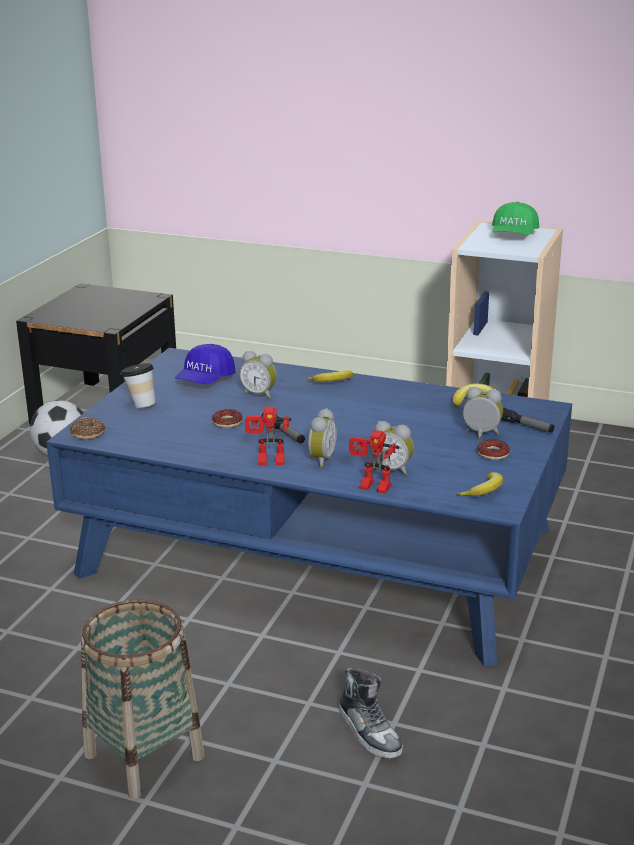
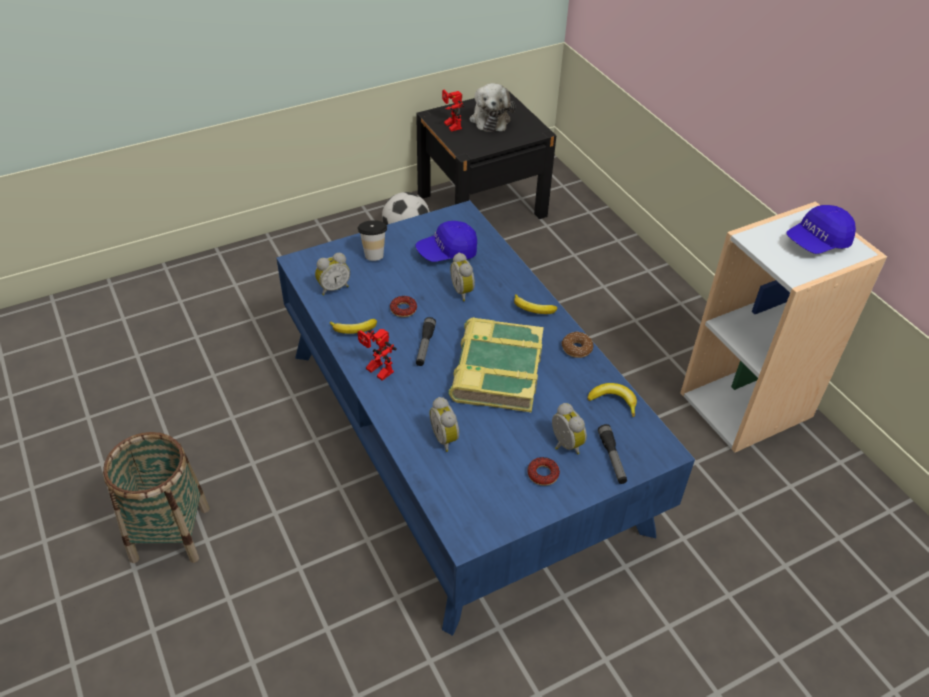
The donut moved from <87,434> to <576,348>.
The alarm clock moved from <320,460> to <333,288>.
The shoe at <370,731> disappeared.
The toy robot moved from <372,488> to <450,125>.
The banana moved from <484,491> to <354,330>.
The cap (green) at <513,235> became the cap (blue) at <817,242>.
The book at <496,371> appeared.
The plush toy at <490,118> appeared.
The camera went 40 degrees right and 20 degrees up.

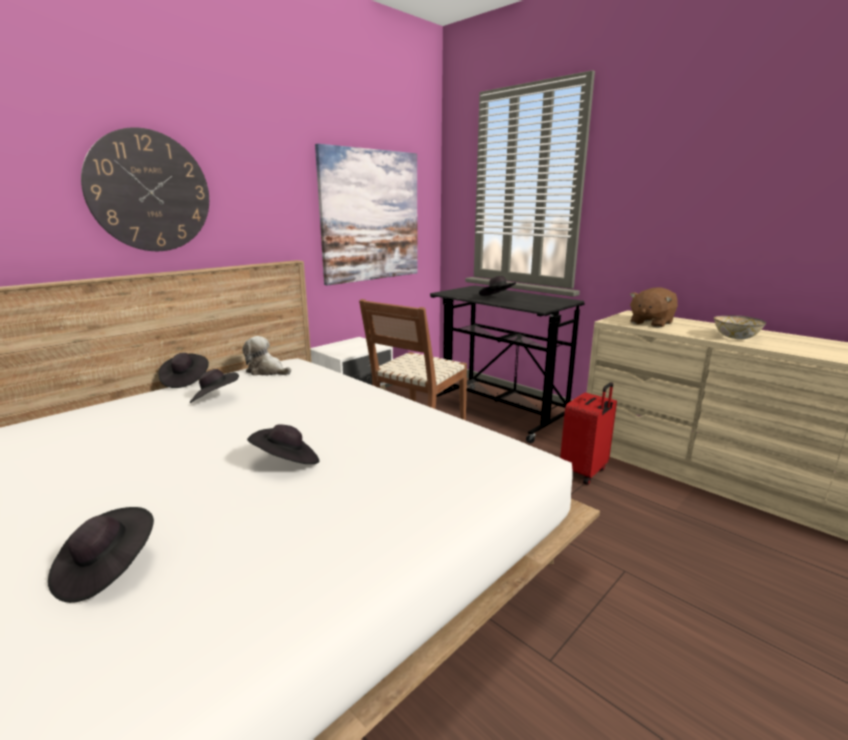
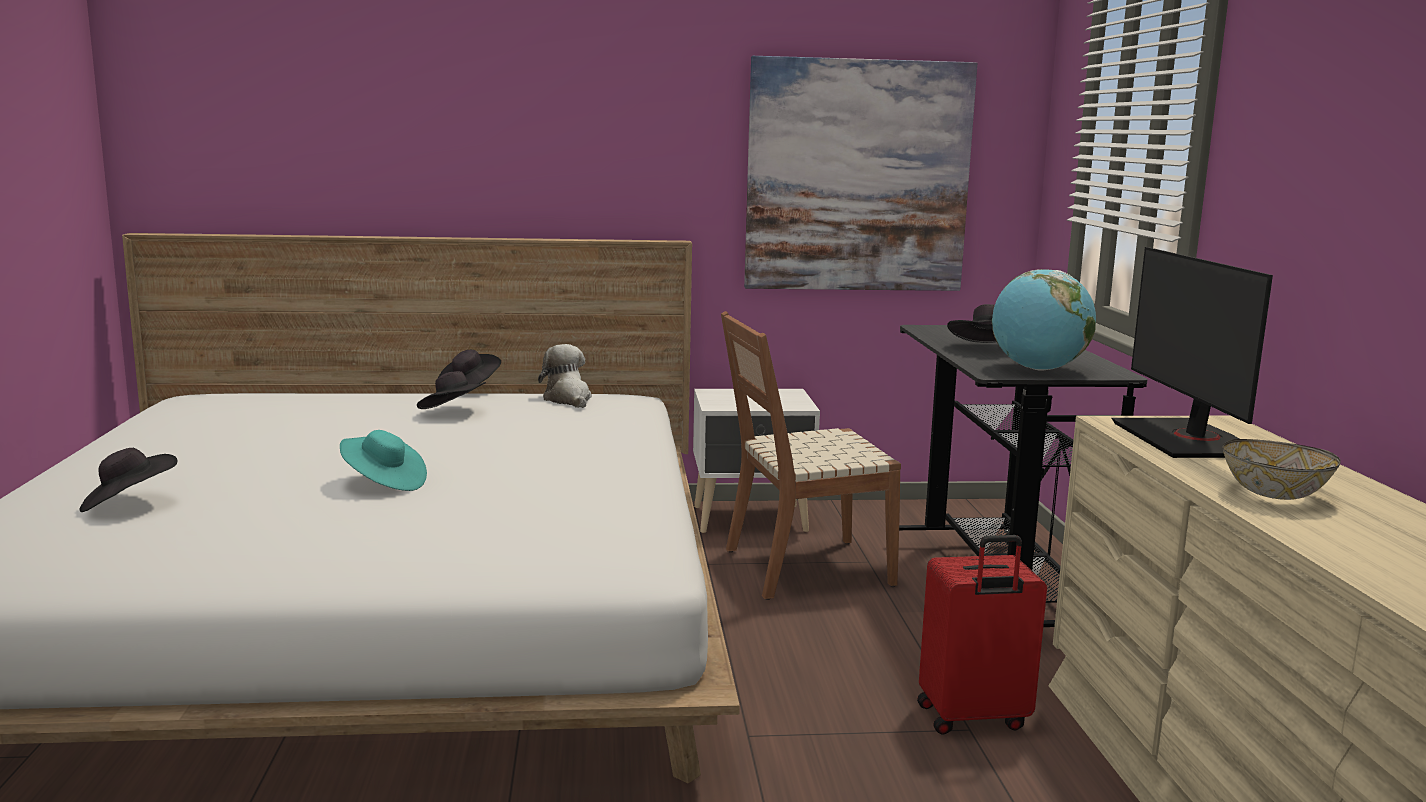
The wall clock at <149,191> disappeared.
The hat (black) at <287,463> became the hat (turquoise) at <384,483>.
The plush toy (brown) at <650,323> was replaced by the monitor at <1185,439>.
The globe at <1038,369> appeared.
The camera went 40 degrees right and 5 degrees down.

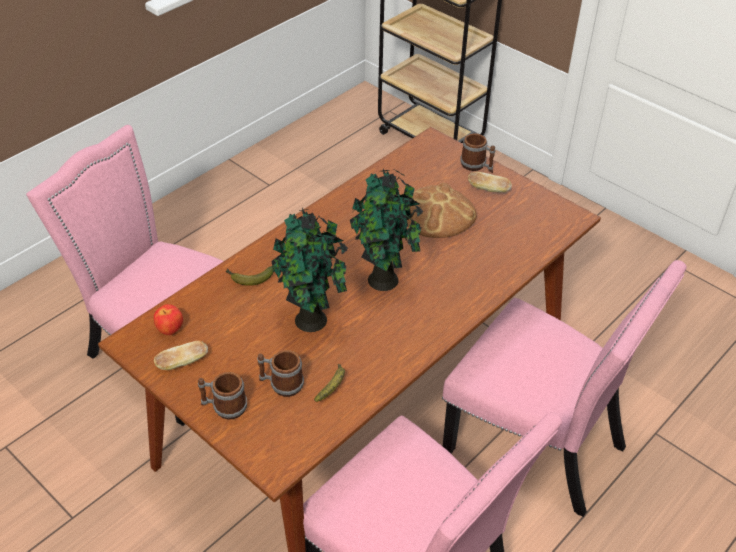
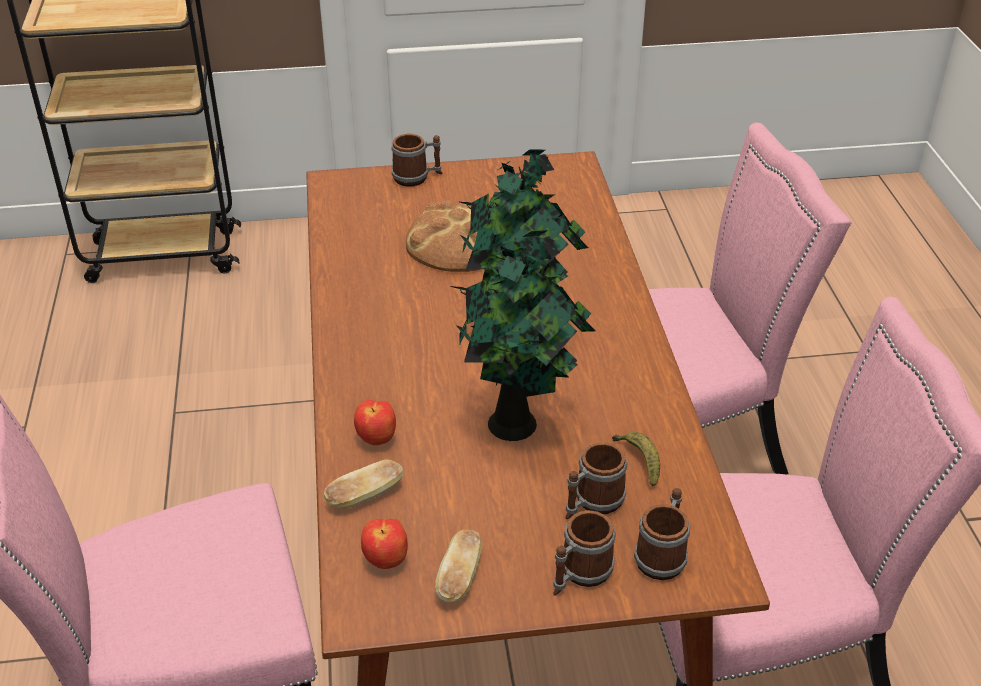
The banana at <249,278> was replaced by the apple at <377,439>.
The bread moved from <488,189> to <365,496>.
The mug at <662,554> appeared.
The camera went 50 degrees left and 5 degrees down.

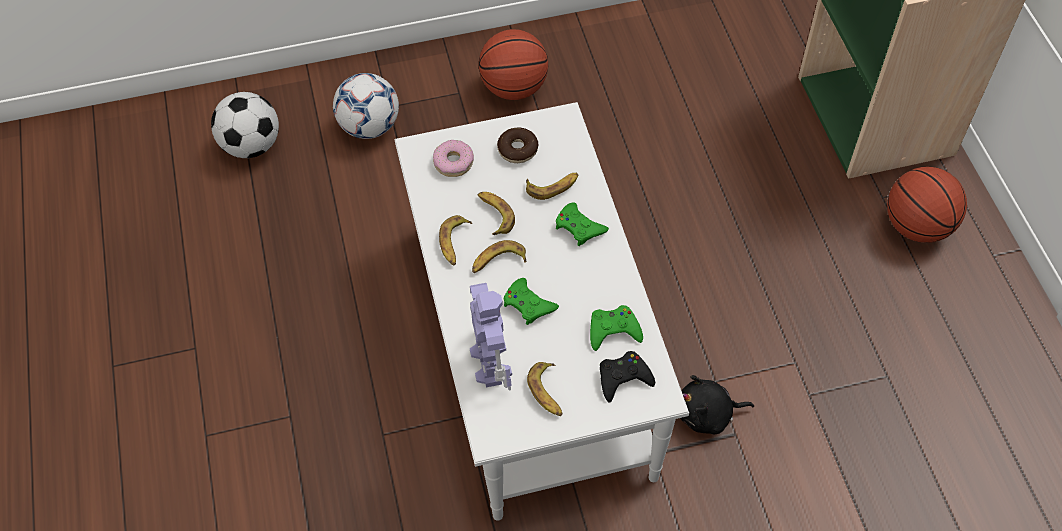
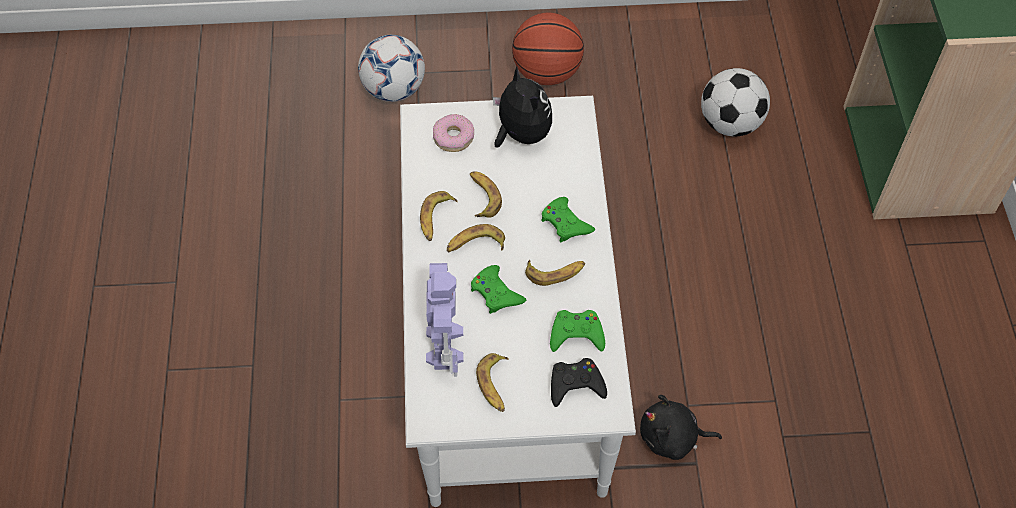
The football moved from <251,145> to <730,124>.
The donut at <518,149> was replaced by the plush toy at <521,134>.
The banana moved from <553,187> to <555,273>.
The basketball at <916,226> disappeared.
The camera went 10 degrees right and 0 degrees up.

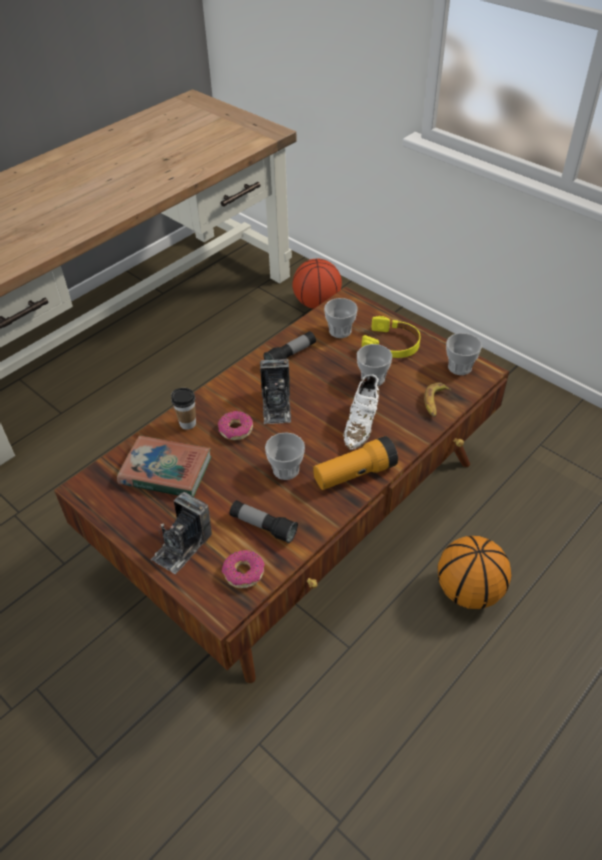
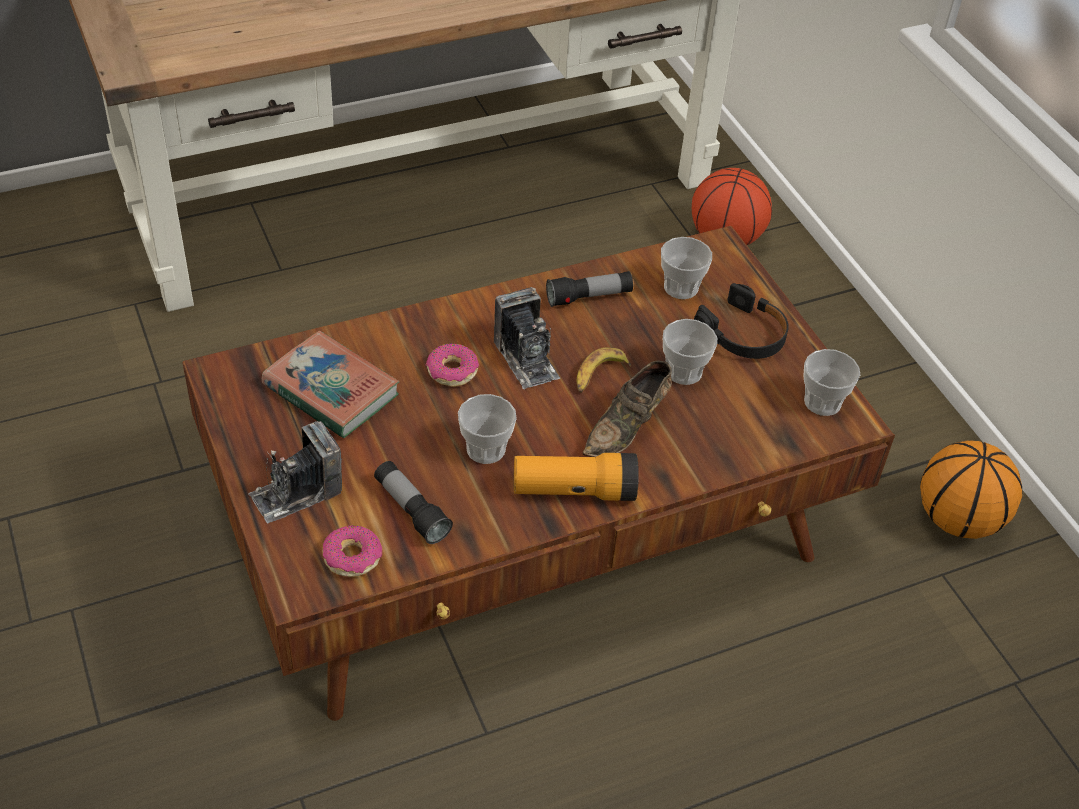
The cup at <187,423> disappeared.
The photo camera at <276,405> turned 45 degrees counterclockwise.
The shoe (white) at <362,424> became the shoe (brown) at <628,428>.
The headphones (yellow) at <392,345> became the headphones (black) at <743,334>.
The banana moved from <435,403> to <598,375>.
The basketball moved from <469,591> to <958,520>.
The camera went 20 degrees right and 0 degrees up.

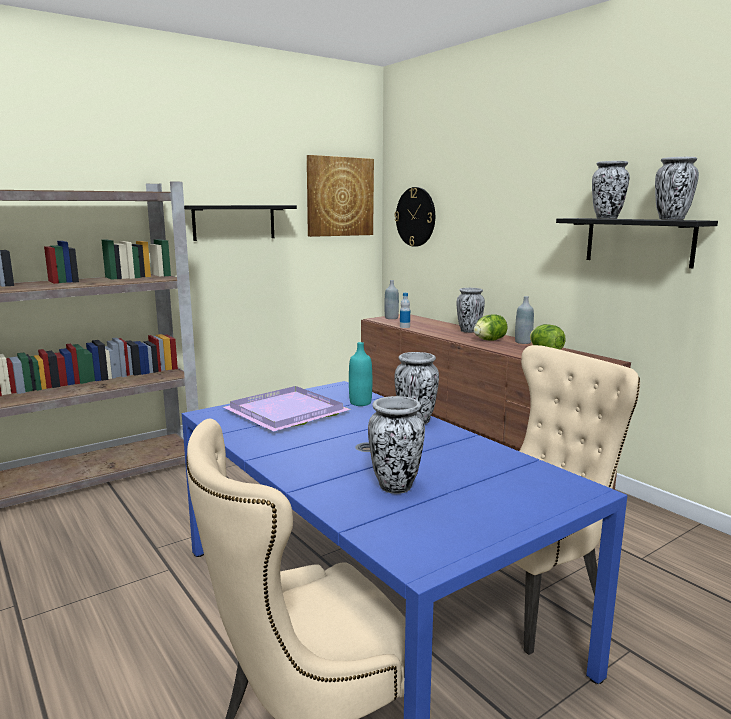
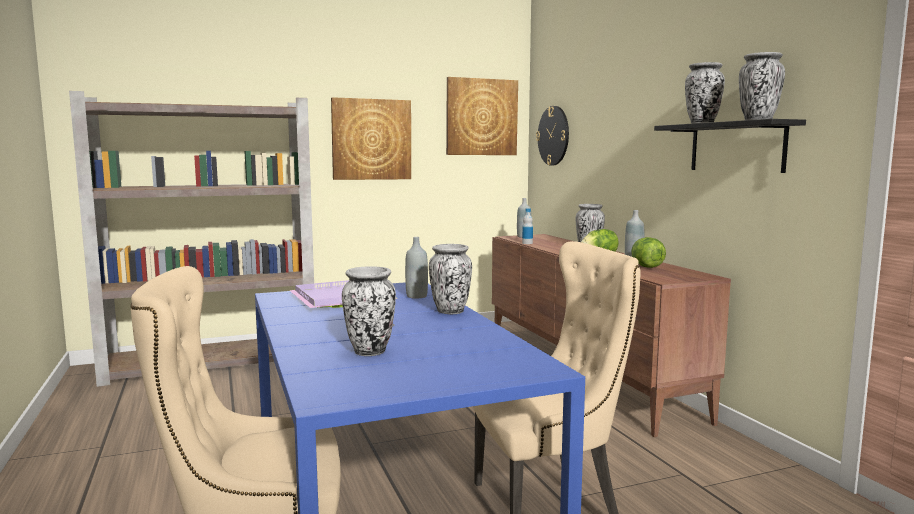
The shelf (black) at <234,222> was replaced by the picture at <371,139>.
The bottle (turquoise) at <360,403> became the bottle (grey) at <416,296>.
The camera went 15 degrees right and 5 degrees down.

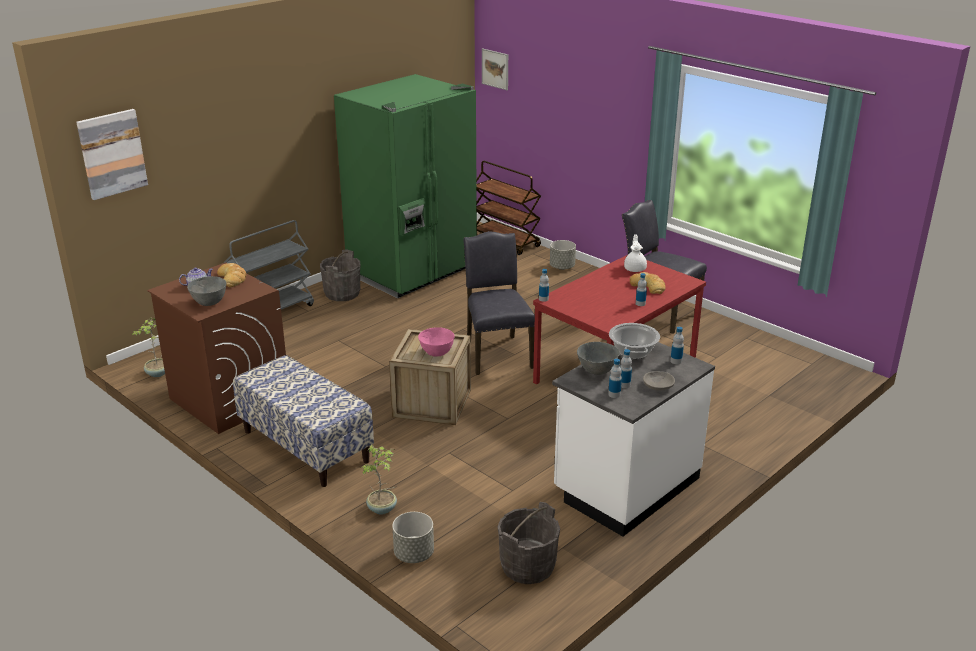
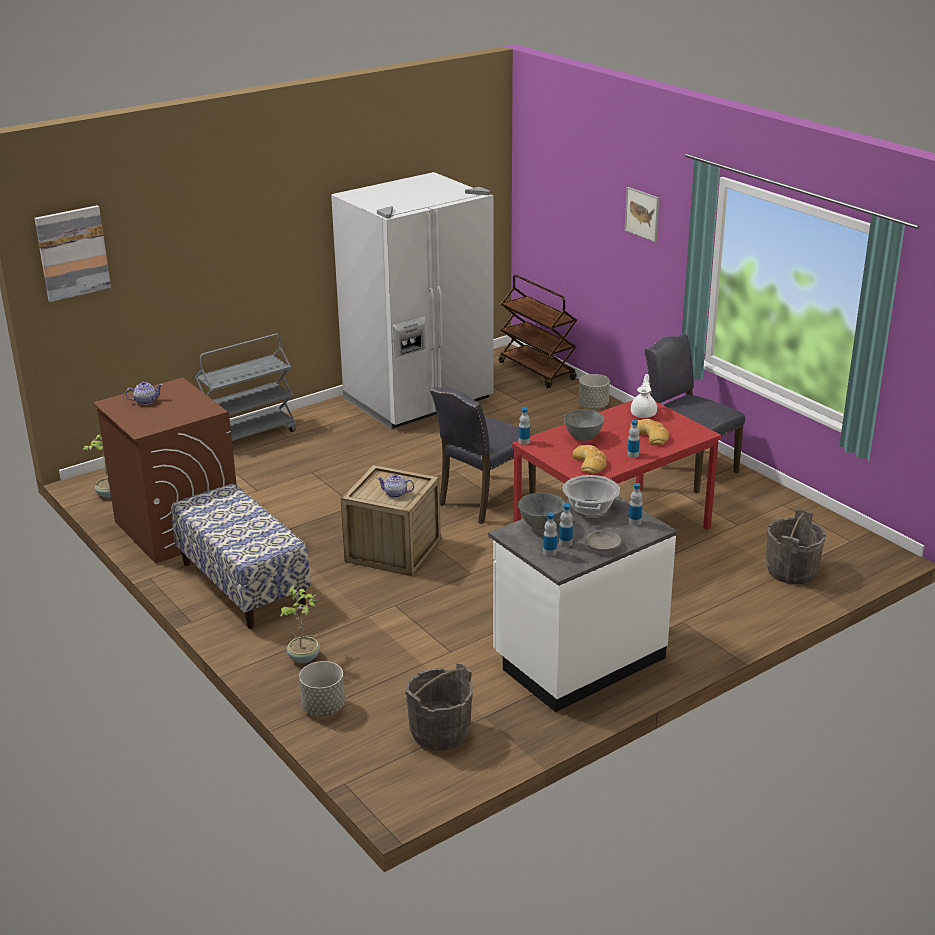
The bowl (grey) moved from <209,303> to <583,437>.
The bread moved from <232,278> to <590,463>.
The bucket (grey) moved from <342,293> to <791,571>.
The fridge (green) at <413,270> became the fridge (white) at <419,399>.
The bowl (pink) at <437,353> was replaced by the teapot at <396,494>.
The chair (grey) at <497,353> turned 135 degrees counterclockwise.
The picture moved from <495,69> to <642,214>.
The camera went 10 degrees right and 0 degrees up.

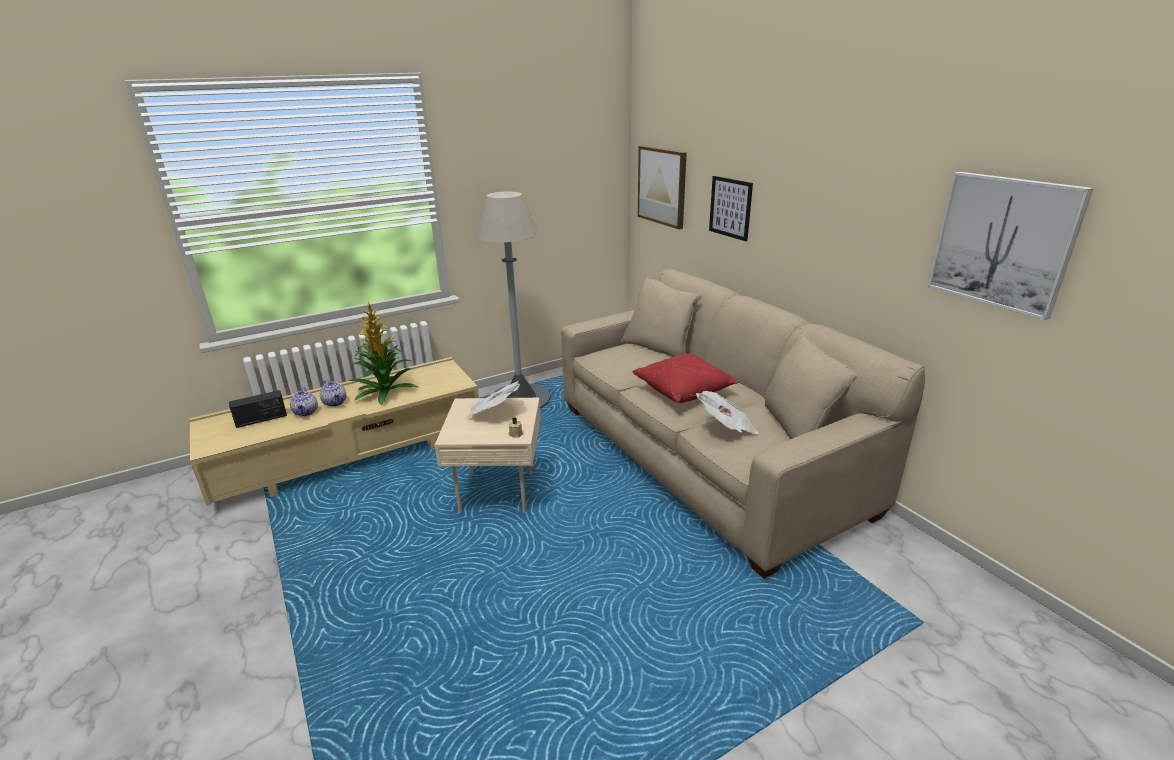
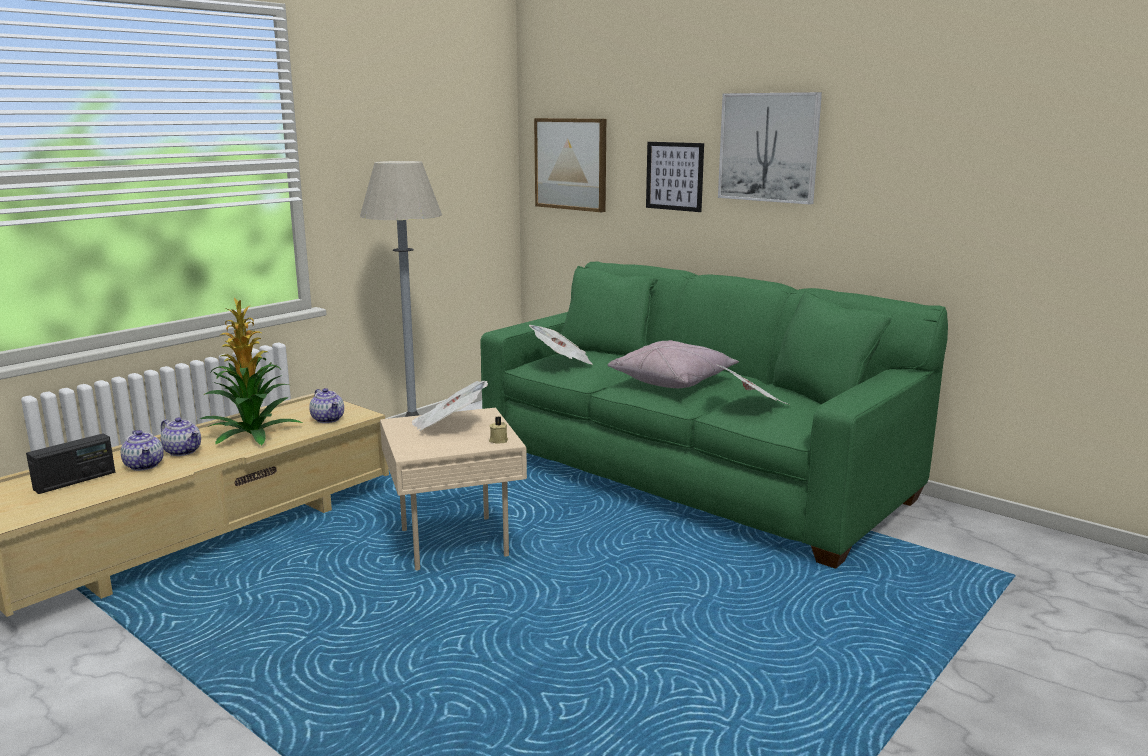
The sofa (beige) at <703,457> became the sofa (green) at <690,475>.
The pillow (red) at <684,390> became the pillow (purple) at <673,380>.
The picture moved from <1003,242> to <769,147>.
The teapot at <328,419> appeared.
The newspaper at <562,361> appeared.
The camera went 20 degrees left and 10 degrees down.

